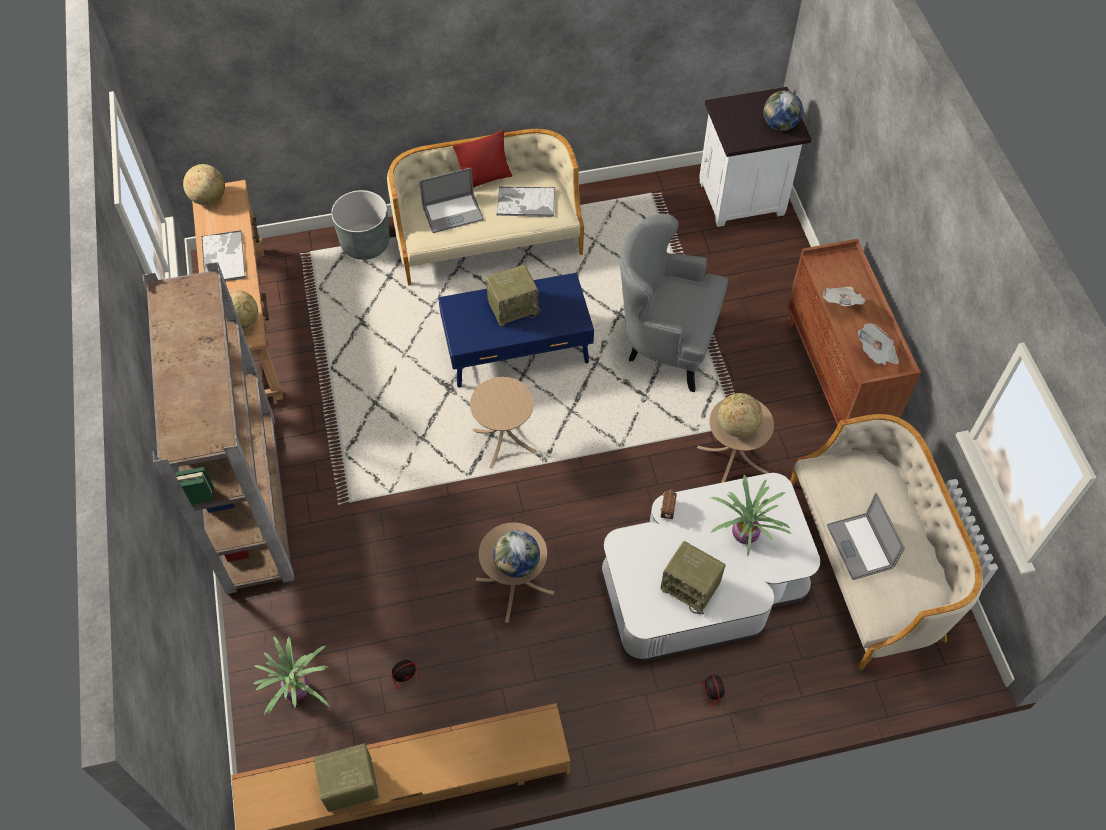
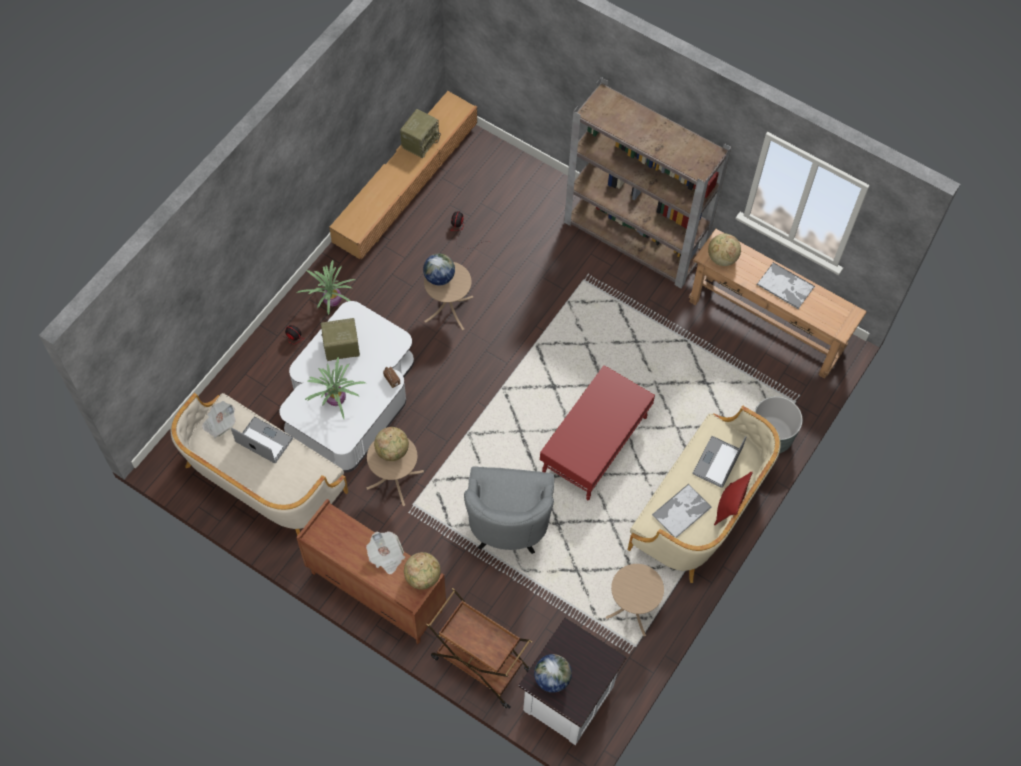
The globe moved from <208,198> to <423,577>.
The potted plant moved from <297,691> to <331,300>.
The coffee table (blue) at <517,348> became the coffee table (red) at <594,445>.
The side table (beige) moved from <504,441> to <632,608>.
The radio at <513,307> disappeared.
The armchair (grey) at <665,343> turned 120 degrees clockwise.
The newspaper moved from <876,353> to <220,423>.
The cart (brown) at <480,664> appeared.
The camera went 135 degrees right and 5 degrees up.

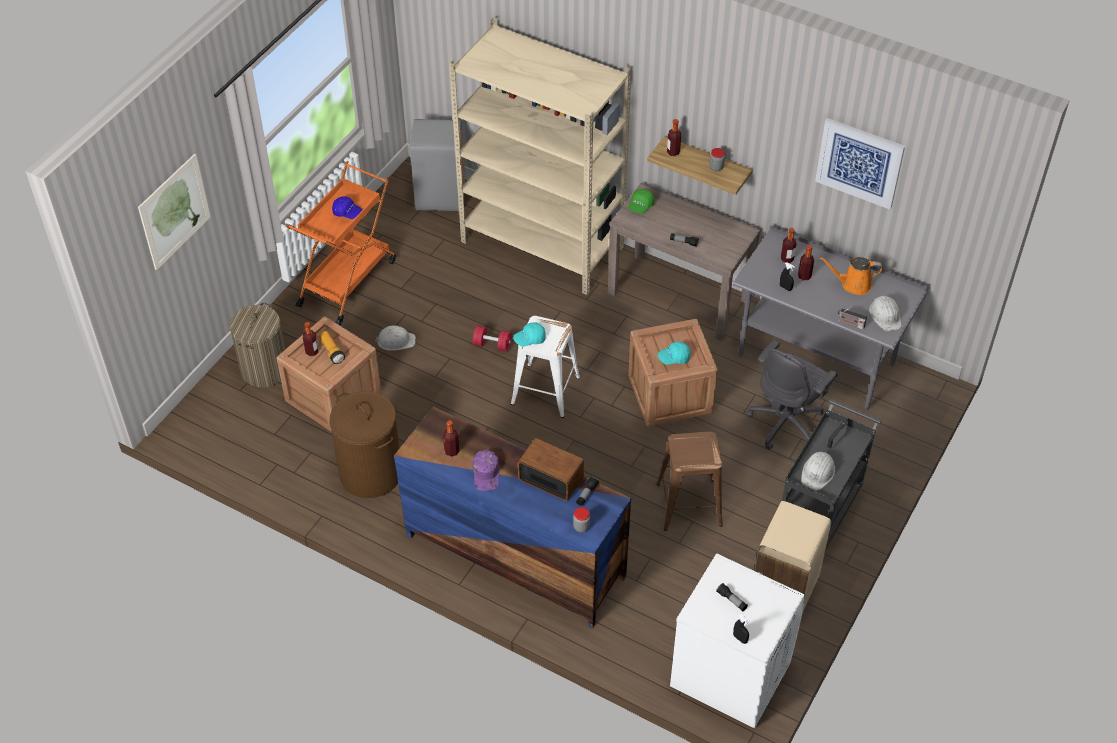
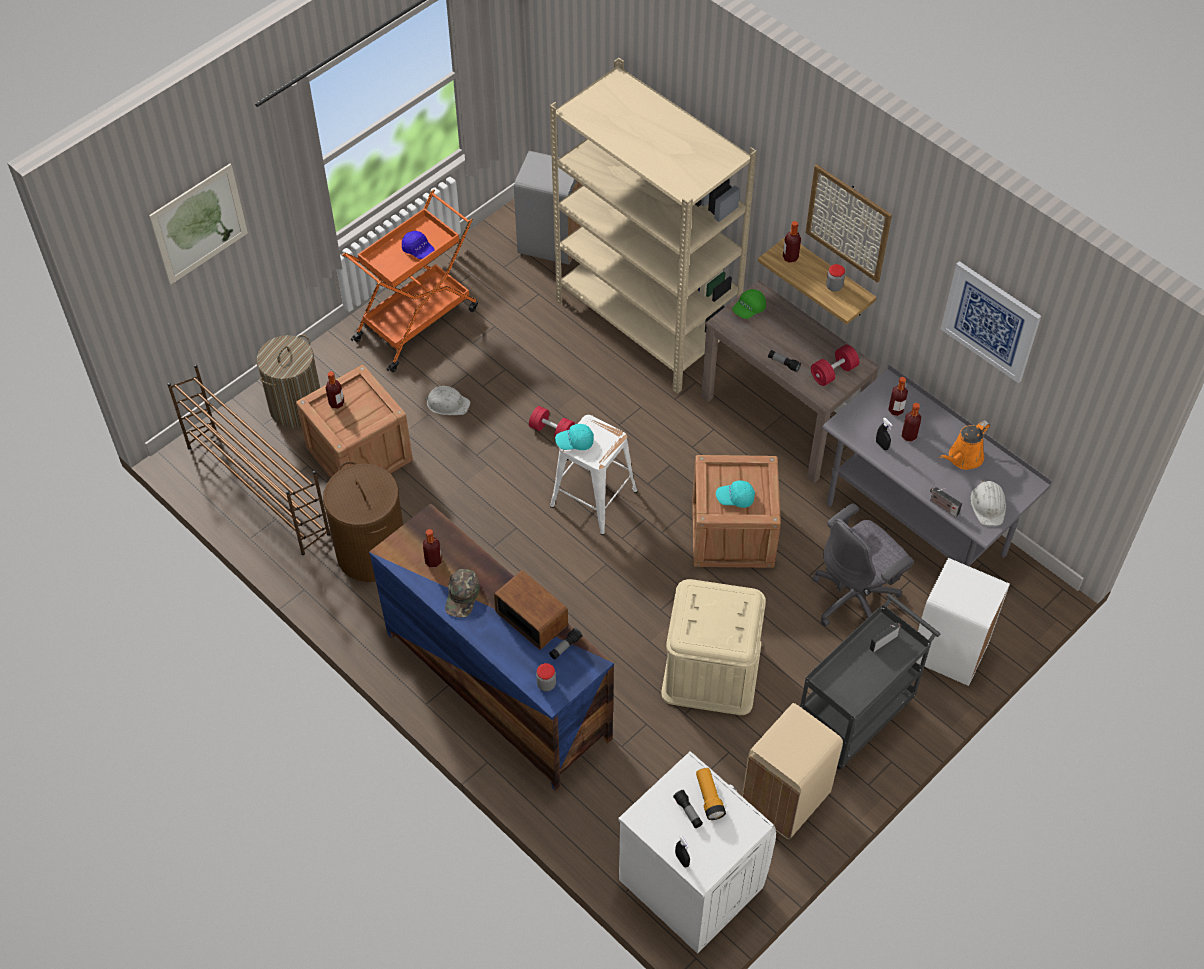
The flashlight moved from <332,351> to <709,797>.
The cap (purple) at <486,473> became the cap (green) at <462,596>.
The stool (brown) at <689,503> was replaced by the storage box (beige) at <711,669>.
The hard hat (white) at <818,472> disappeared.
The watering can (orange) at <853,284> turned 60 degrees counterclockwise.
The shoe rack (brown) at <257,489> appeared.
The picture at <848,221> appeared.
The dumbbell (red) at <833,372> appeared.
The trash can (white) at <949,653> appeared.
The camera went 15 degrees right and 5 degrees up.

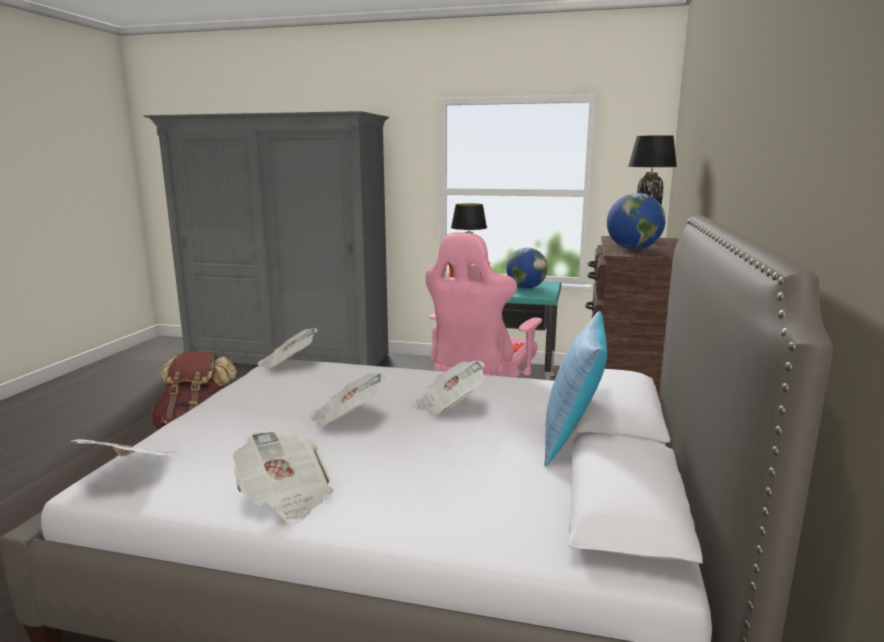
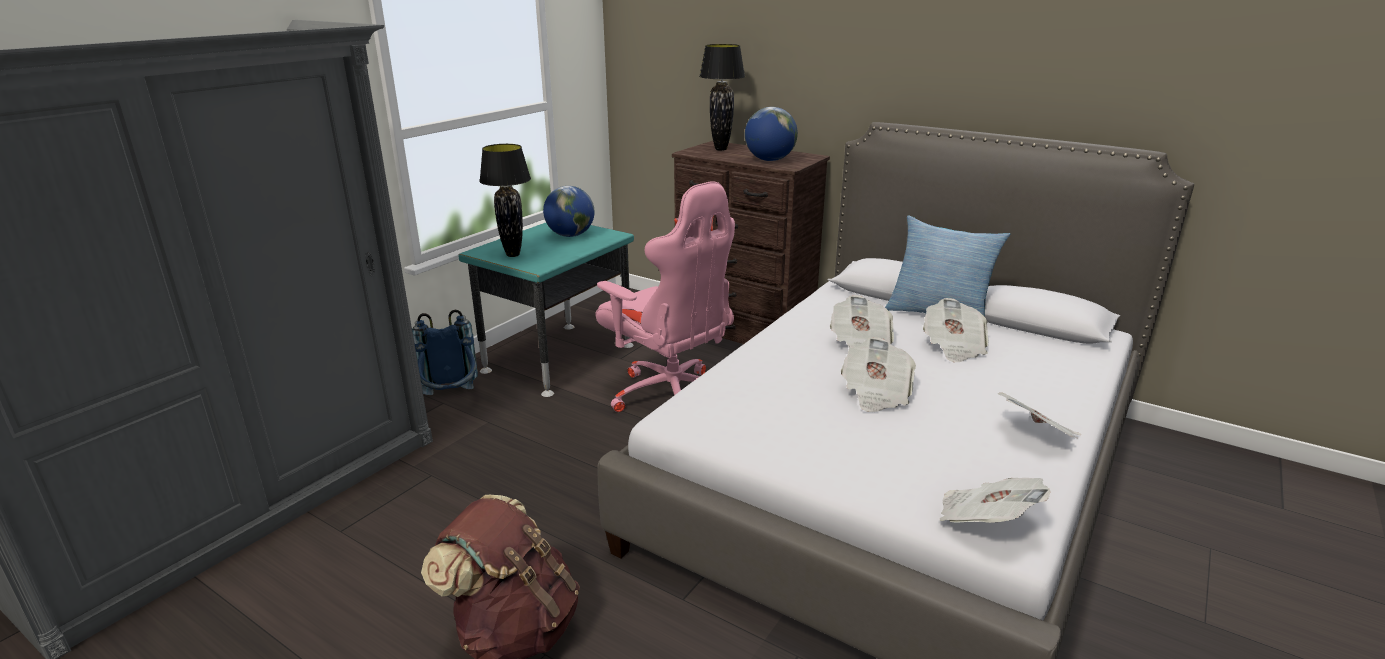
The newspaper moved from <288,364> to <953,347>.
The backpack (blue) at <451,400> appeared.
The camera went 70 degrees left and 10 degrees up.

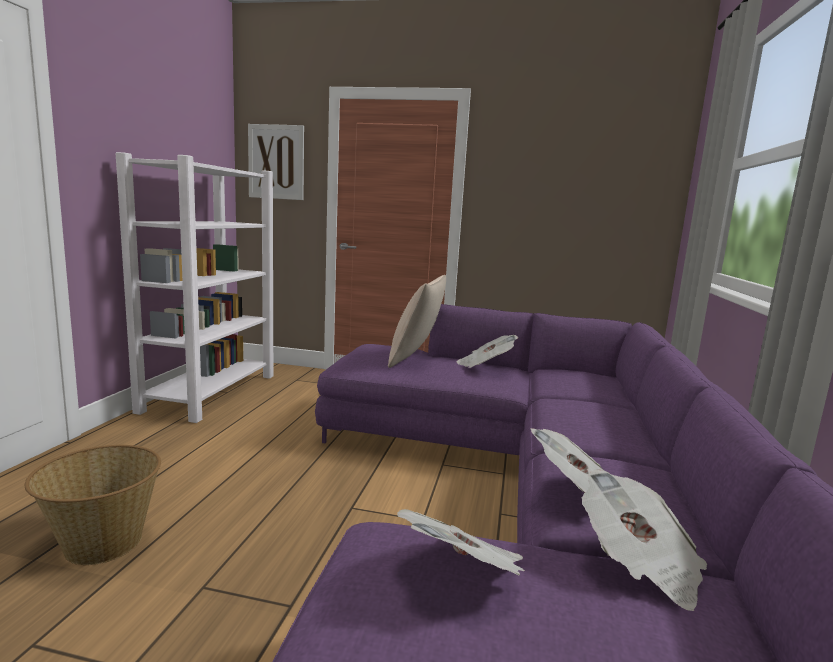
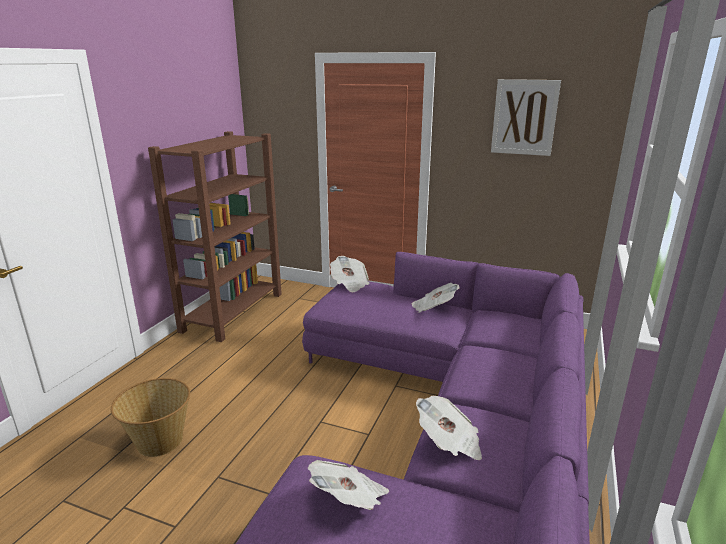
The bookcase (white) at <211,393> became the bookcase (brown) at <233,312>.
The picture moved from <276,162> to <524,117>.
The pillow (beige) at <415,358> disappeared.
The newspaper moved from <639,564> to <349,284>.
The camera went 10 degrees right and 10 degrees up.

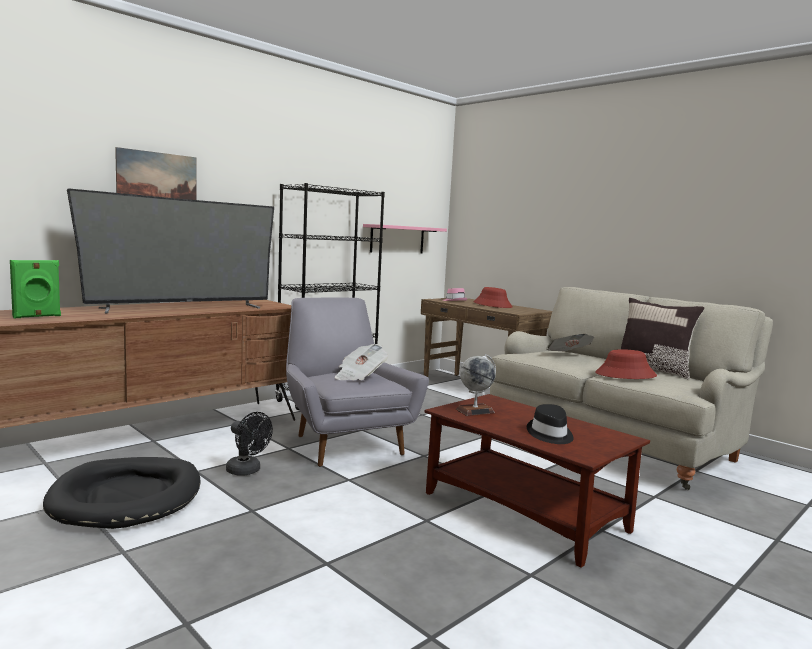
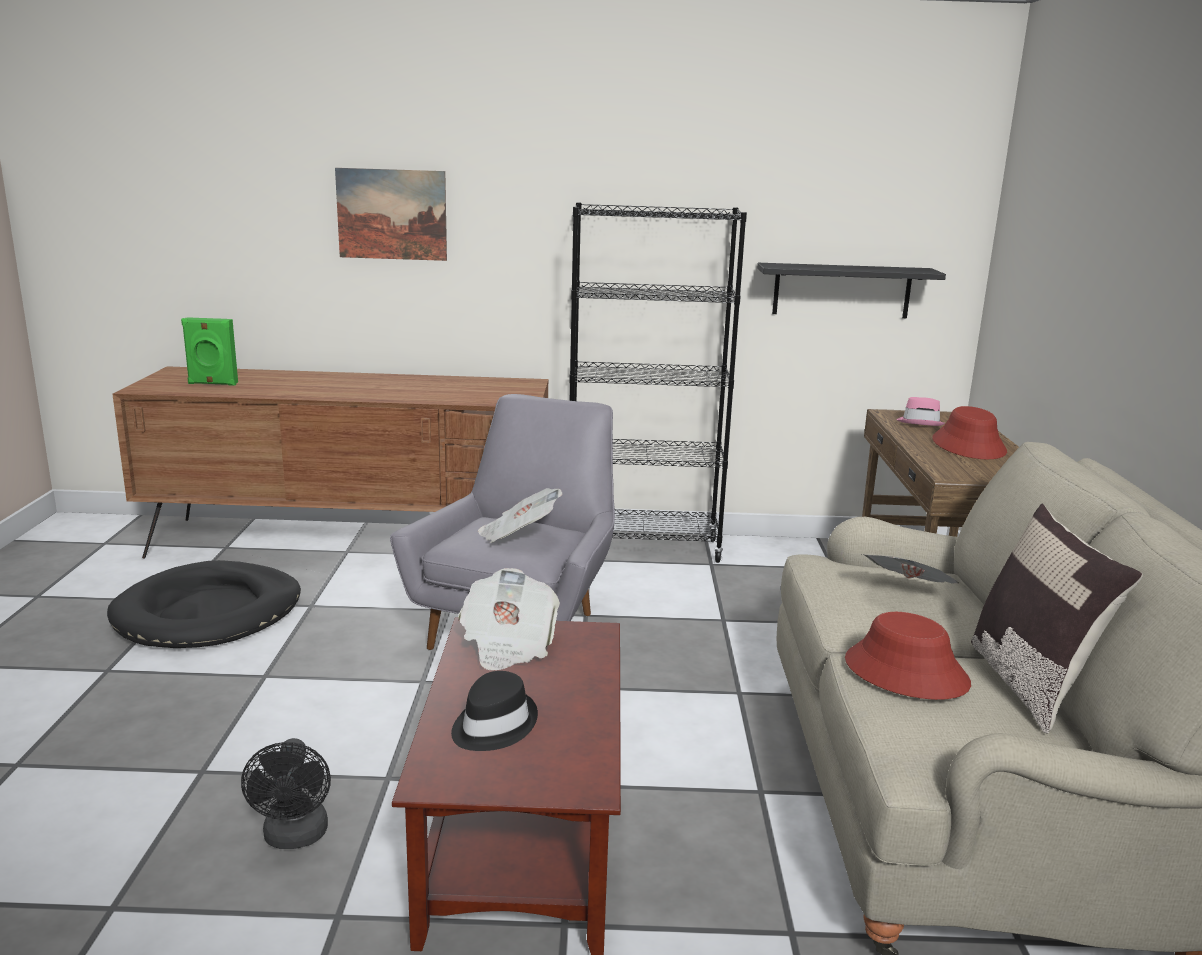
The television at <182,308> disappeared.
The fan (black) moved from <247,471> to <295,838>.
The shelf (pink) at <397,239> became the shelf (black) at <841,290>.
The globe at <475,411> was replaced by the newspaper at <508,645>.
The camera went 45 degrees right and 10 degrees up.

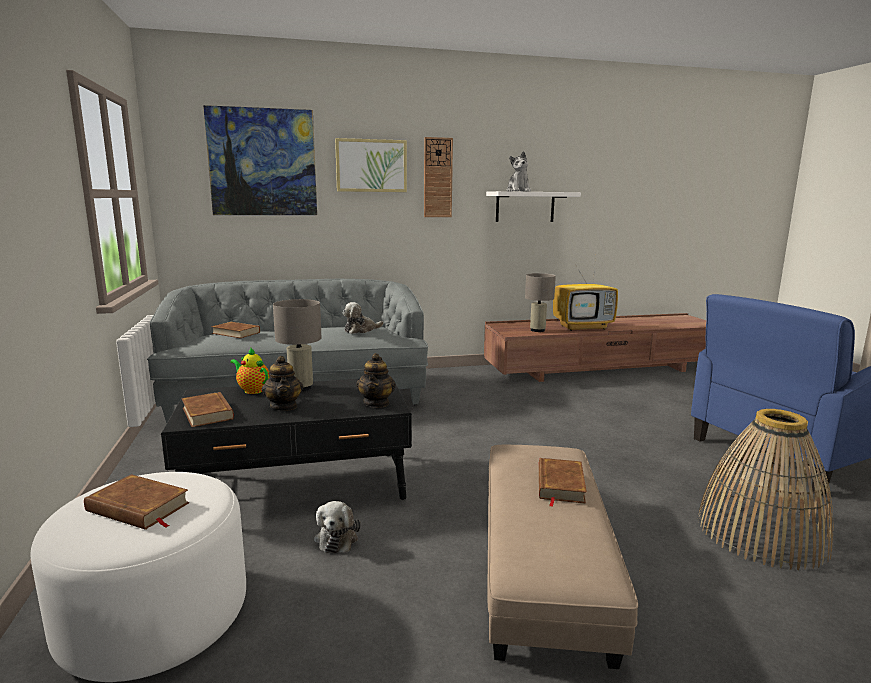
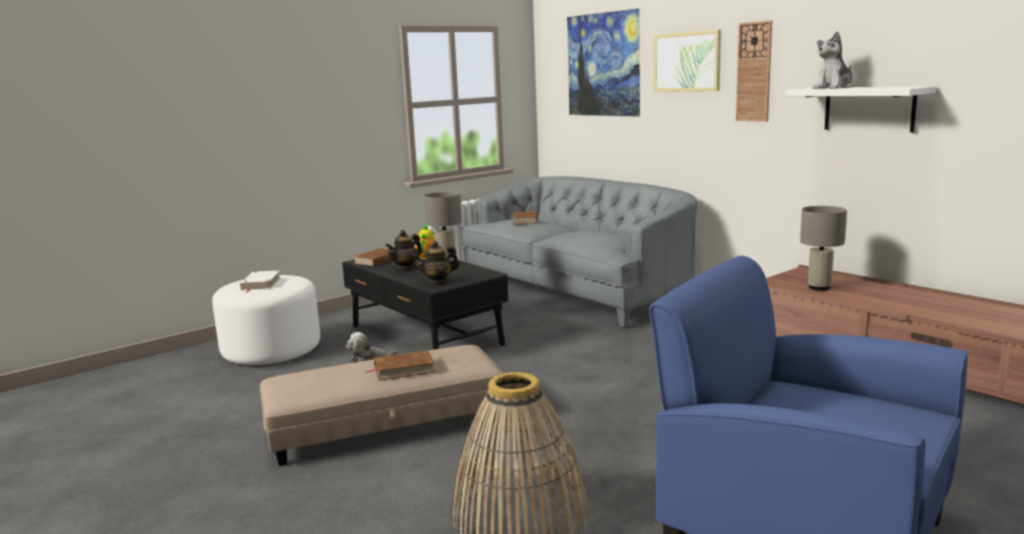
The book (brown) at <138,508> became the book (white) at <260,284>.
The plush toy at <361,330> disappeared.
The television at <583,327> disappeared.
The camera went 65 degrees right and 0 degrees up.

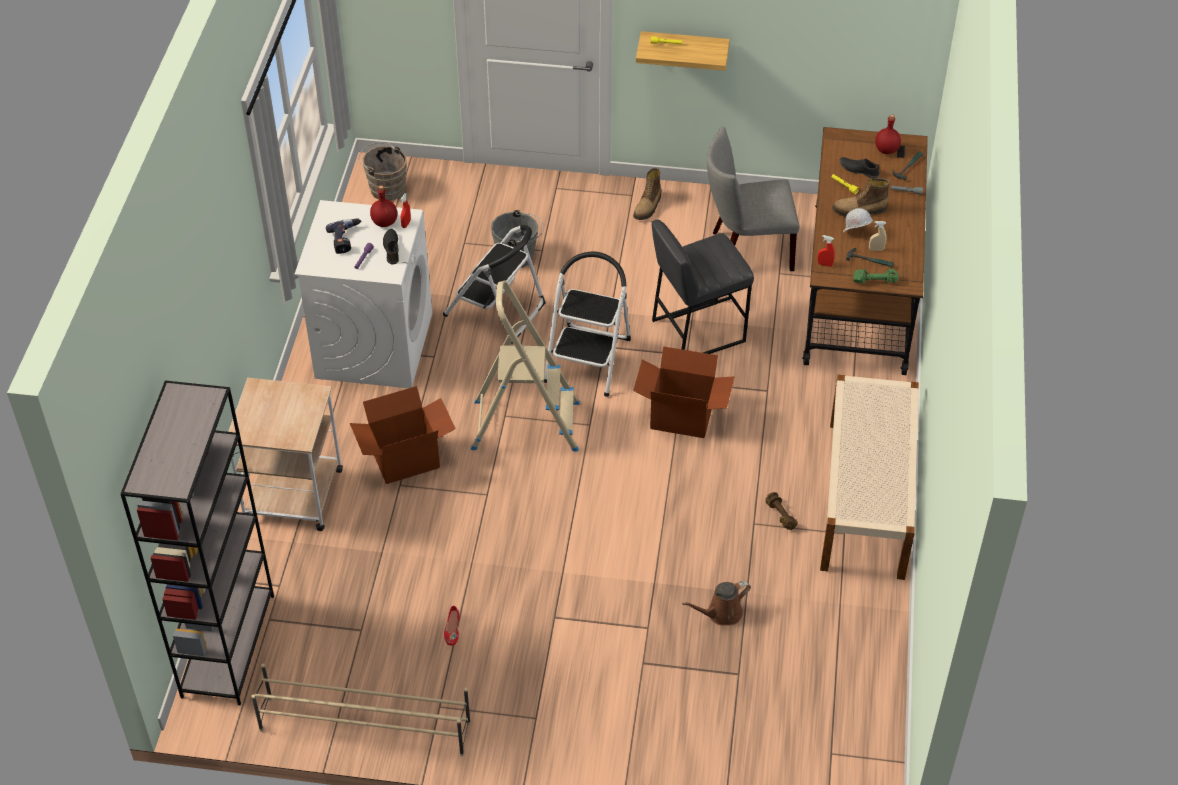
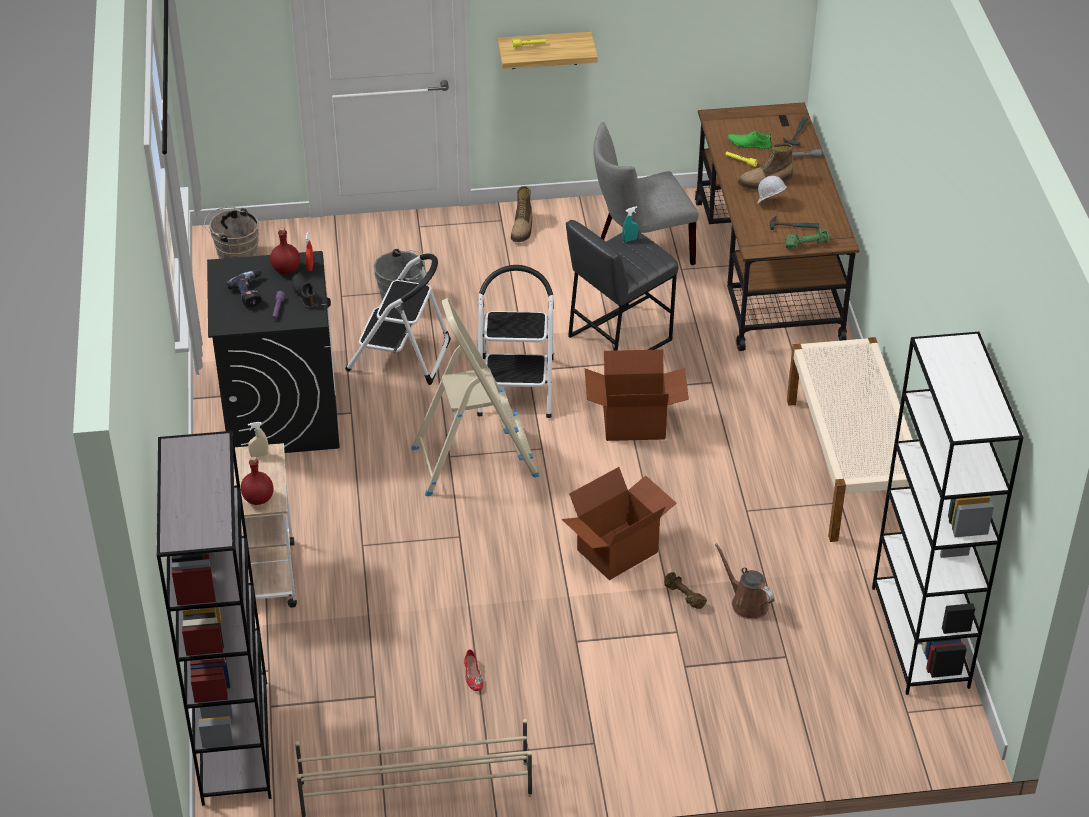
The washing machine (white) at <374,345> became the washing machine (black) at <281,413>.
The cardboard box moved from <405,458> to <616,550>.
The watering can (brown) at <721,613> turned 90 degrees clockwise.
The dumbbell (brown) moved from <780,515> to <683,596>.
The spray bottle (red) at <825,264> disappeared.
The shoe (black) at <859,170> became the shoe (green) at <749,144>.
The spray bottle (beige) moved from <876,249> to <259,455>.
The bottle (red) moved from <887,150> to <259,498>.
The spray bottle (turquoise) at <630,239> appeared.
The bookcase (white) at <921,637> appeared.
The camera went 15 degrees left and 5 degrees down.

